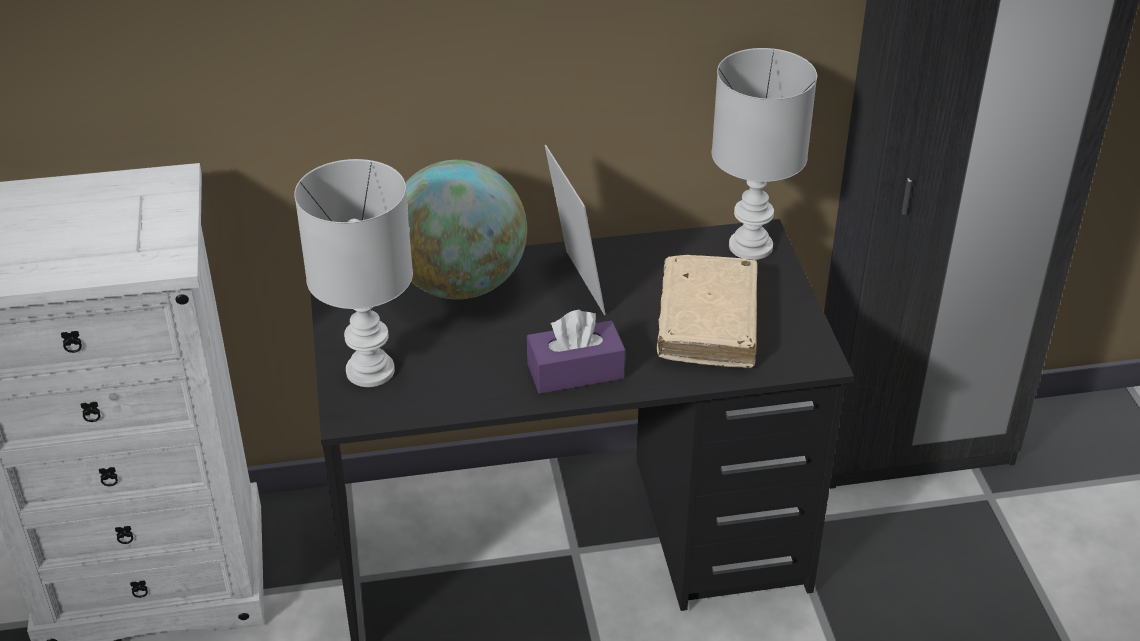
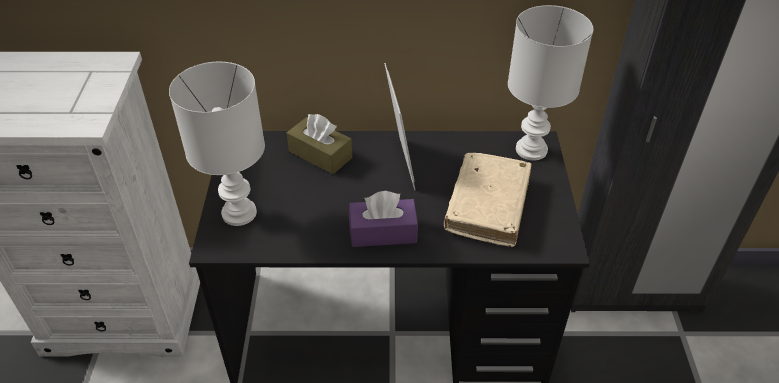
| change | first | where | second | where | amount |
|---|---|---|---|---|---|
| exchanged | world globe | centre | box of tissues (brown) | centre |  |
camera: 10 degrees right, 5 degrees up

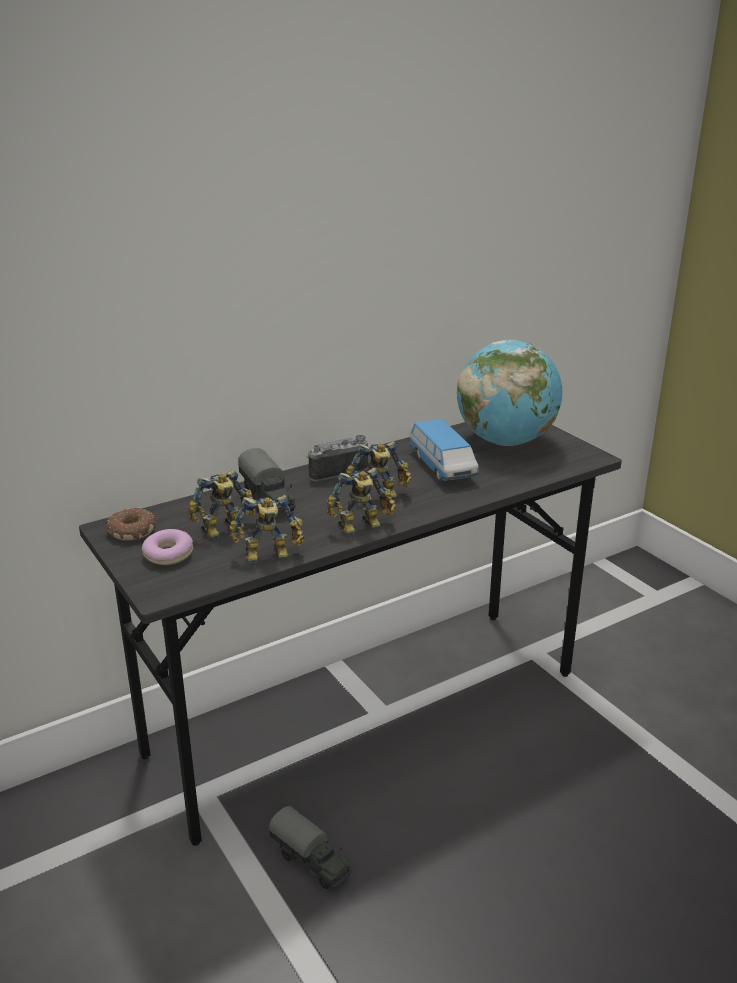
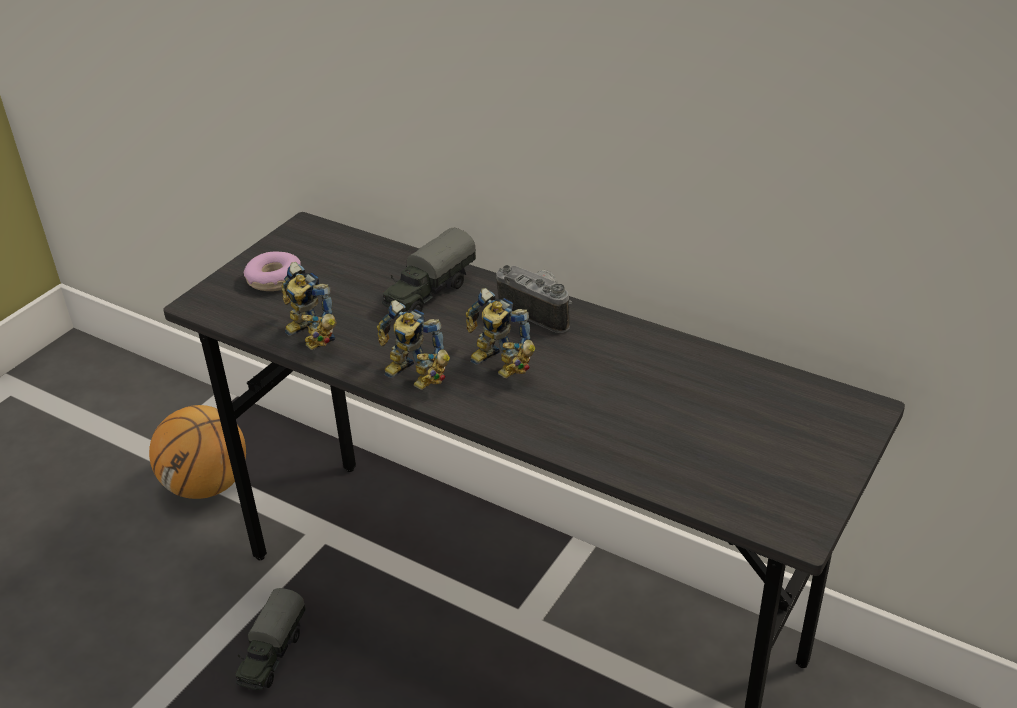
| change | first | where | second | where | amount |
|---|---|---|---|---|---|
| missing | ring doughnut (no. 1 from left) | middle left |  |  |  |
| missing | toy robot (no. 1 from left) | middle left |  |  |  |
| missing | toy car | centre |  |  |  |
| missing | world globe | middle right |  |  |  |
| appeared |  |  | basketball | middle left |  |
camera: 65 degrees right, 10 degrees up

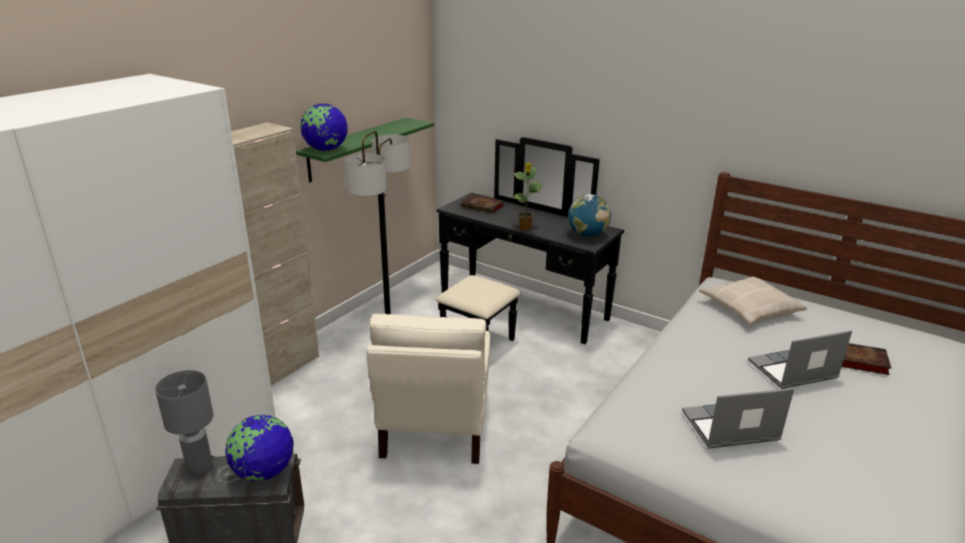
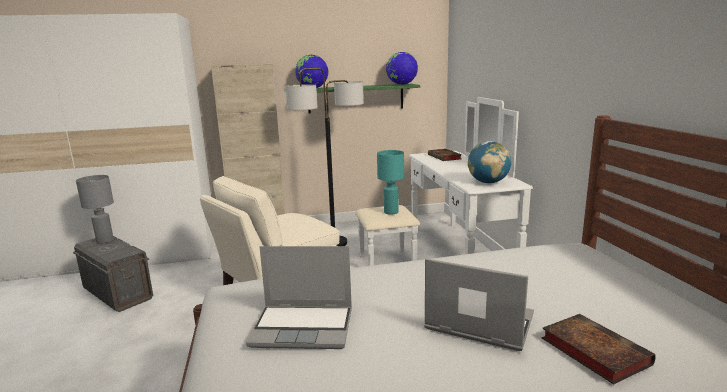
| change | first | where | second | where | amount |
|---|---|---|---|---|---|
| missing | houseplant | centre |  |  |  |
| missing | cushion (sand-coloured) | middle right |  |  |  |
| appeared |  |  | table lamp (blue-green) | centre |  |
| relocated | world globe (no. 1 from left in the first image) | bottom left | world globe (no. 2 from left) | top centre |  |
| colour | chest of drawers (black-coloured) | centre | chest of drawers (whitish) | centre |  |
| spun | portable computer (no. 1 from left) | bottom right |  | bottom centre | 150 degrees clockwise |
camera: 45 degrees right, 10 degrees down

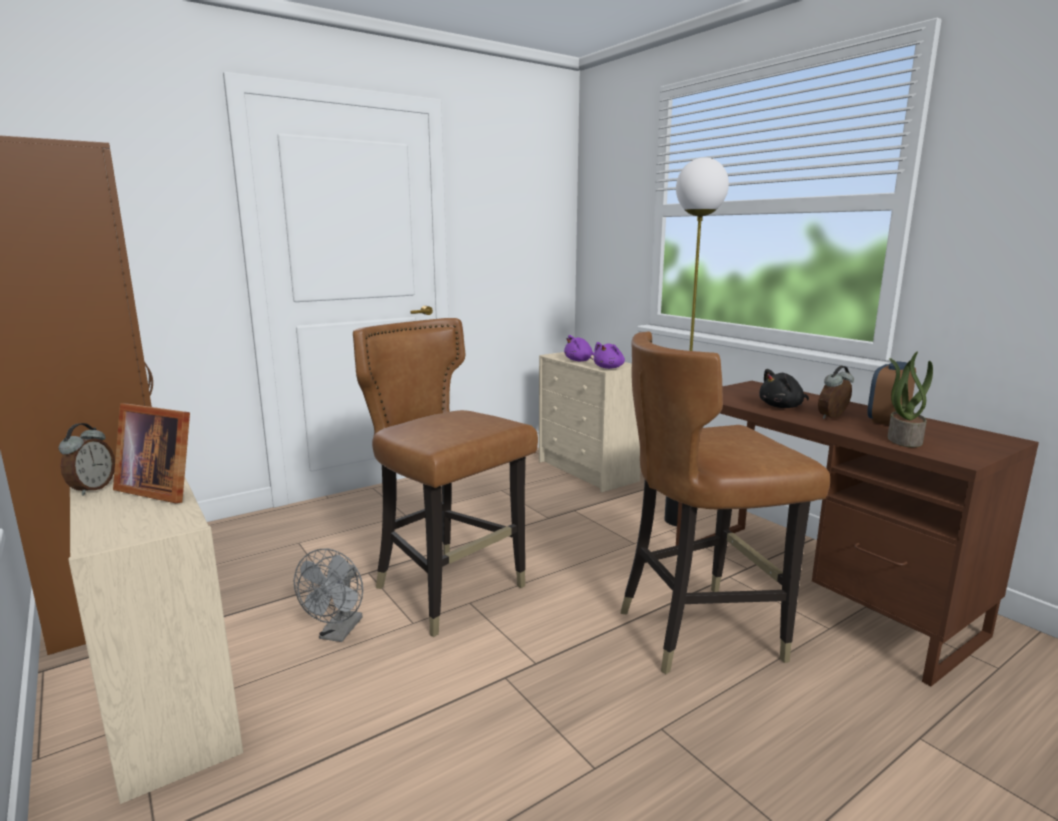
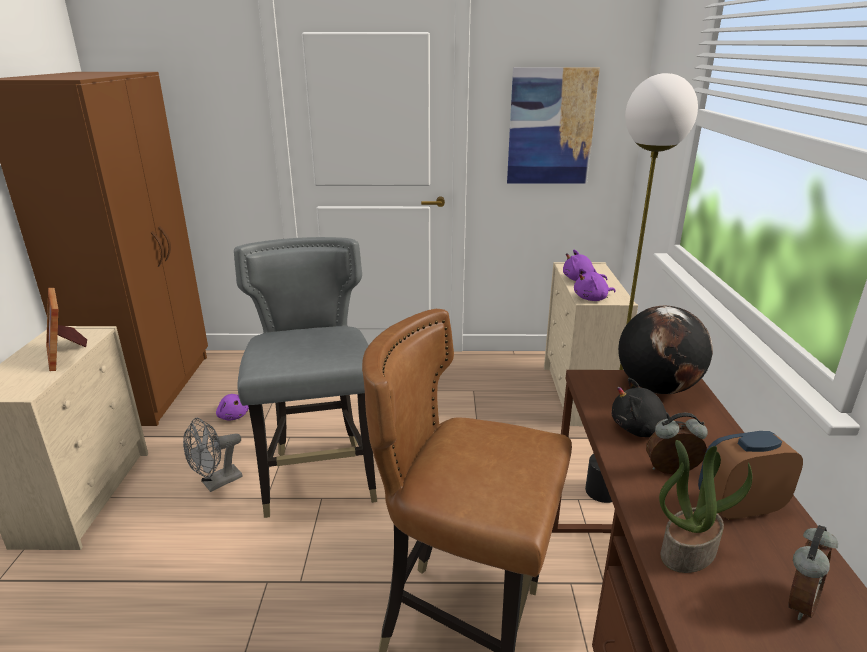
| change | first | where | second | where | amount |
|---|---|---|---|---|---|
| appeared |  |  | plush toy (purplish) (no. 1 from left) | middle left |  |
| appeared |  |  | wall art | top centre |  |
| appeared |  |  | world globe | middle right |  |
| relocated | bedside clock (no. 1 from left in the first image) | middle left | bedside clock (no. 3 from left) | bottom right |  |
| colour | upright chair (brown) (no. 1 from left) | centre | upright chair (greyish) | centre |  |
camera: 35 degrees right, 10 degrees up

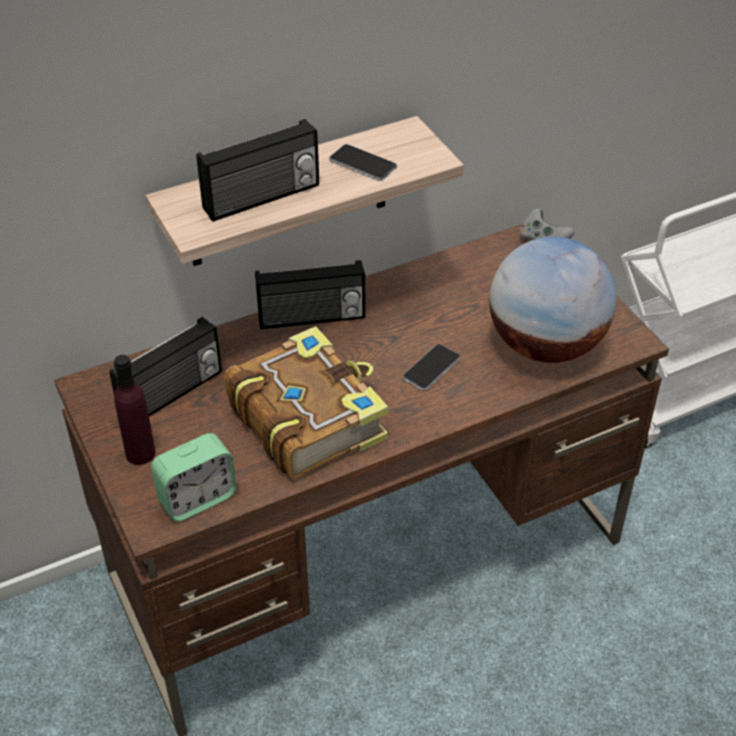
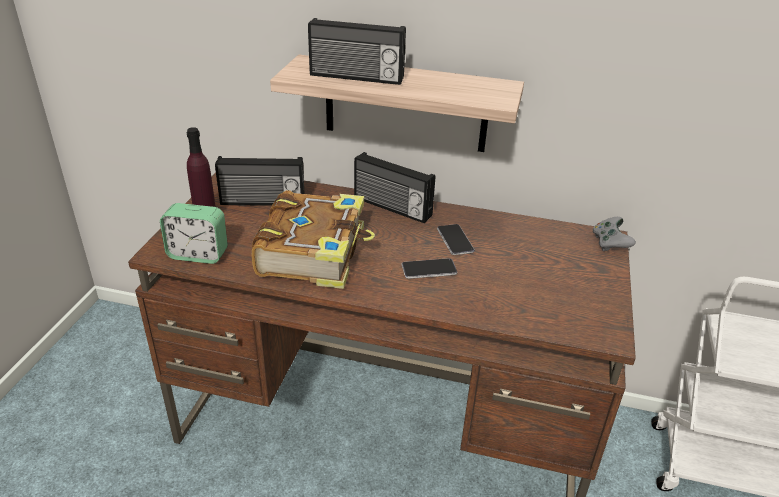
| change | first | where | second | where | amount |
|---|---|---|---|---|---|
| missing | world globe | middle right |  |  |  |
| relocated | handset (no. 1 from left in the first image) | top centre | handset (no. 2 from left) | centre |  |
camera: 40 degrees right, 10 degrees down

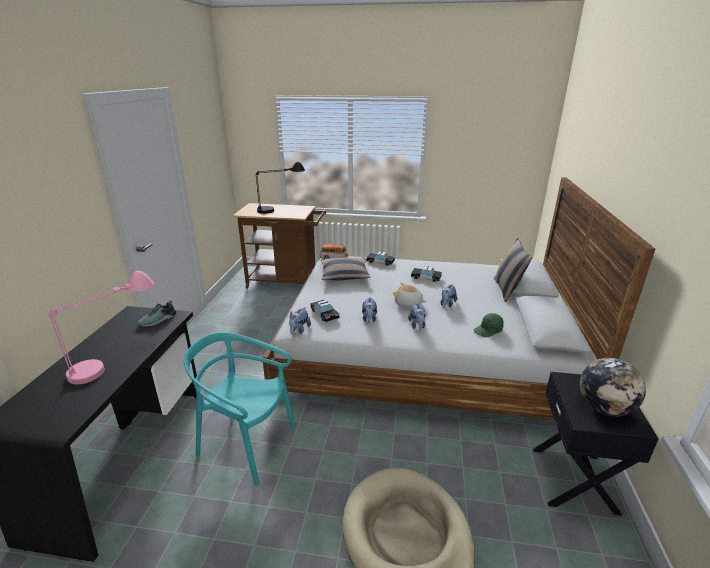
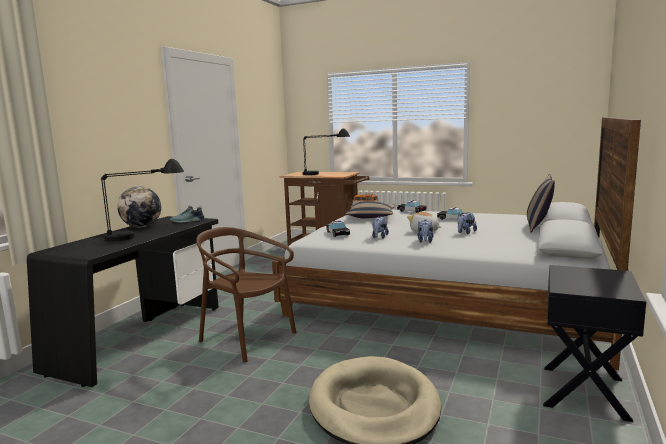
| change | first | where | second | where | amount |
|---|---|---|---|---|---|
| missing | plush toy (no. 1 from left) | centre |  |  |  |
| missing | cap (green-coloured) | middle right |  |  |  |
| relocated | world globe | bottom right |  | middle left |  |
| colour | table lamp (pink) | middle left | table lamp (black-coloured) (no. 1 from left) | middle left |  |
| colour | upright chair (blue-green) | bottom centre | upright chair (brown) | centre |  |
camera: 15 degrees right, 15 degrees down

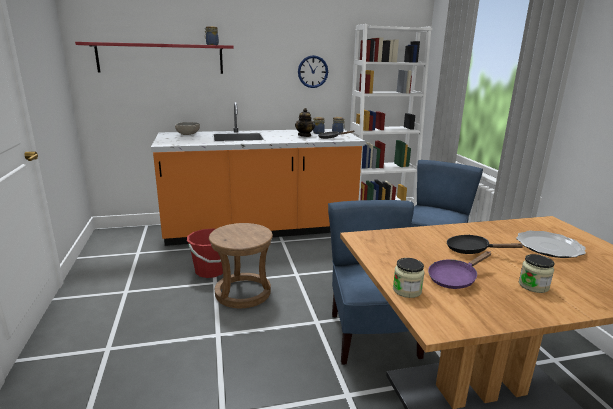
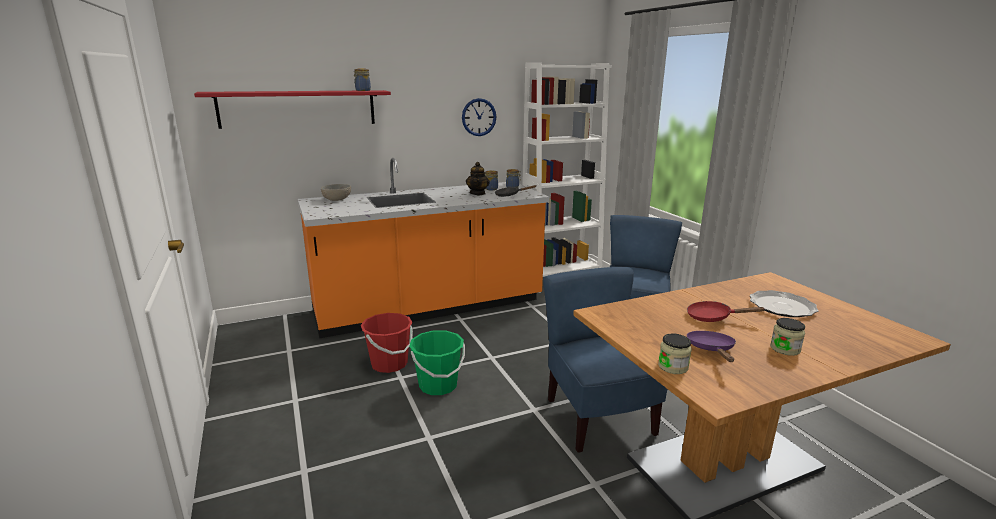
| change | first | where | second | where | amount |
|---|---|---|---|---|---|
| exchanged | stool (brown) | centre | water bucket (green-coloured) | bottom centre |  |
| colour | skillet (black-coloured) (no. 2 from left) | middle right | skillet (red-coloured) | middle right |  |
| spun | skillet (purplish) | middle right |  | bottom right | 135 degrees clockwise |
camera: 10 degrees left, 0 degrees up

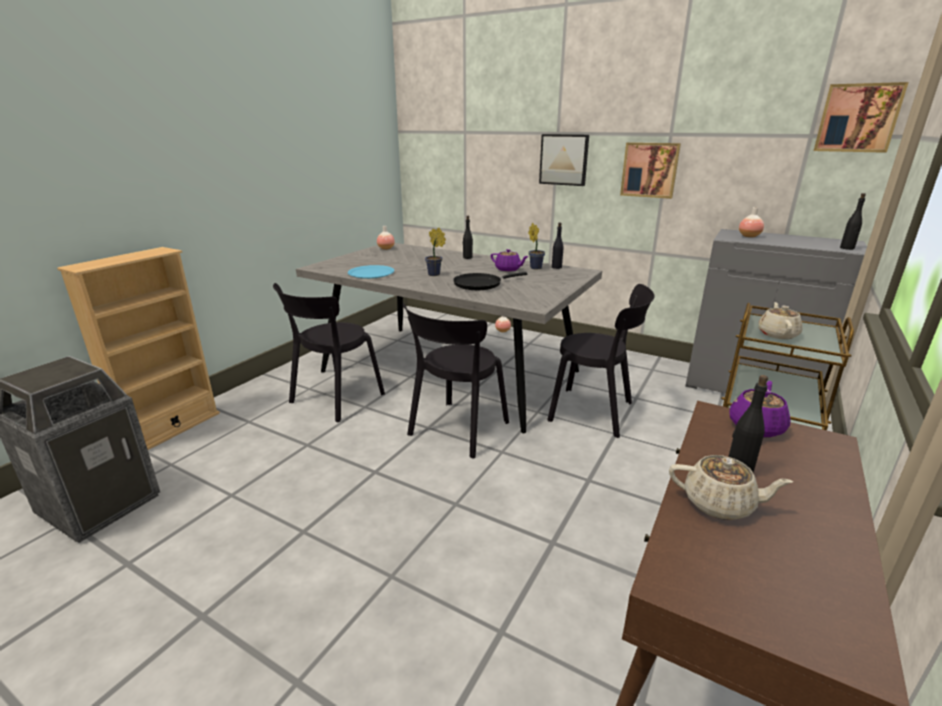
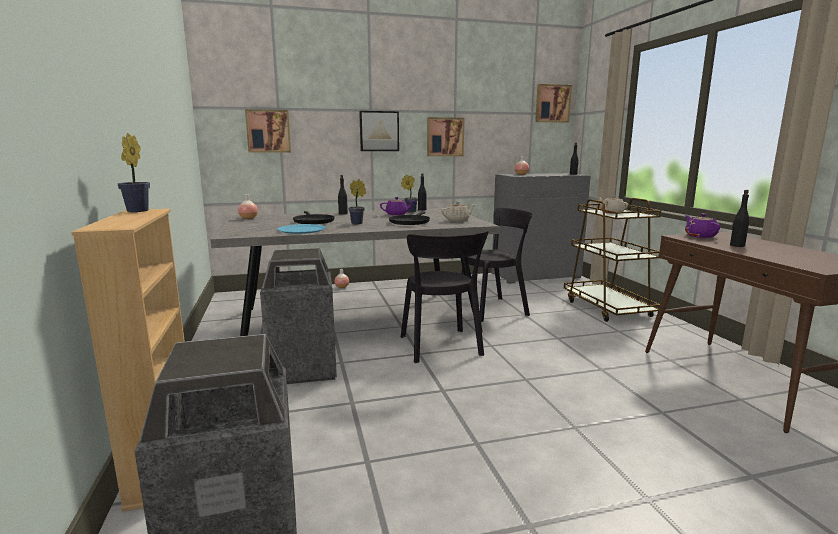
| change | first | where | second | where | amount |
|---|---|---|---|---|---|
| appeared |  |  | houseplant (no. 1 from left) | top left |  |
| appeared |  |  | wall art (no. 1 from left) | top left |  |
| appeared |  |  | skillet (black-coloured) (no. 1 from left) | centre |  |
| relocated | tea pot (sand-coloured) (no. 1 from left) | bottom right |  | centre |  |
| exchanged | upright chair (black-coloured) (no. 1 from left) | centre | waste bin (no. 2 from left) | centre |  |
camera: 45 degrees left, 10 degrees down

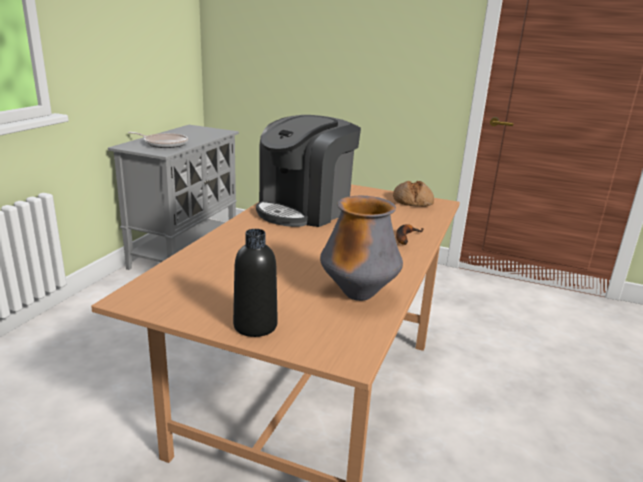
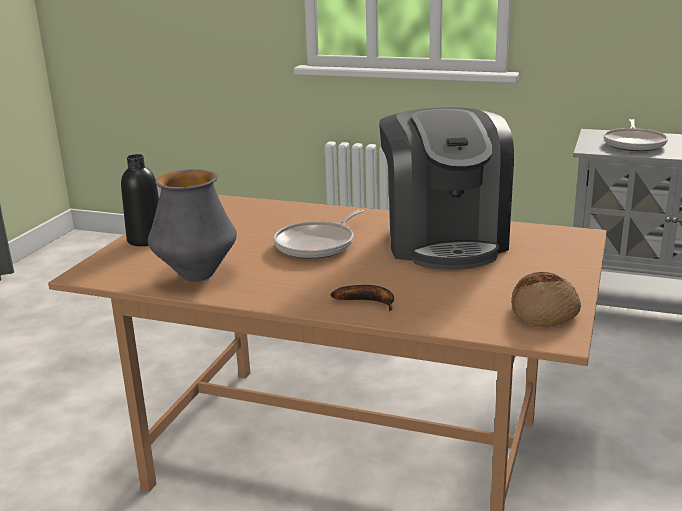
| change | first | where | second | where | amount |
|---|---|---|---|---|---|
| appeared |  |  | skillet (no. 1 from left) | centre |  |
| spun | coffee maker | centre |  | centre | 135 degrees counterclockwise |
camera: 90 degrees right, 0 degrees up

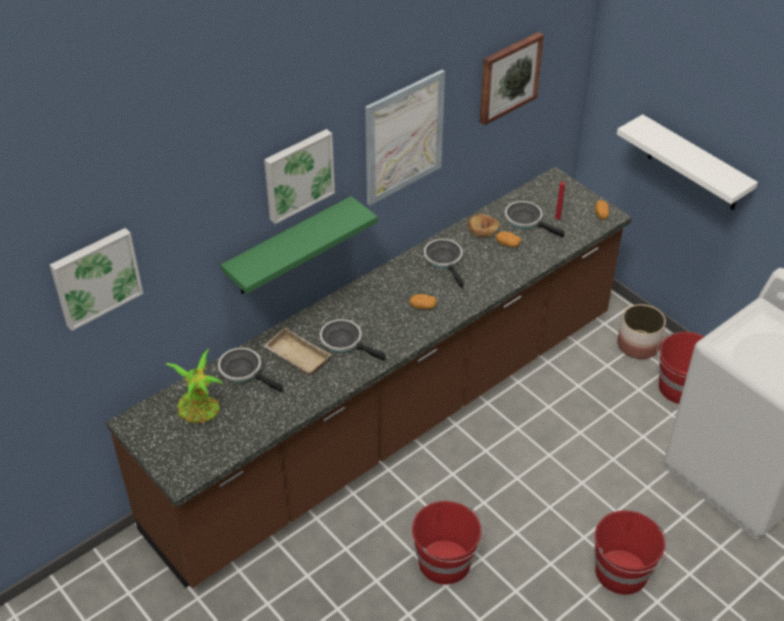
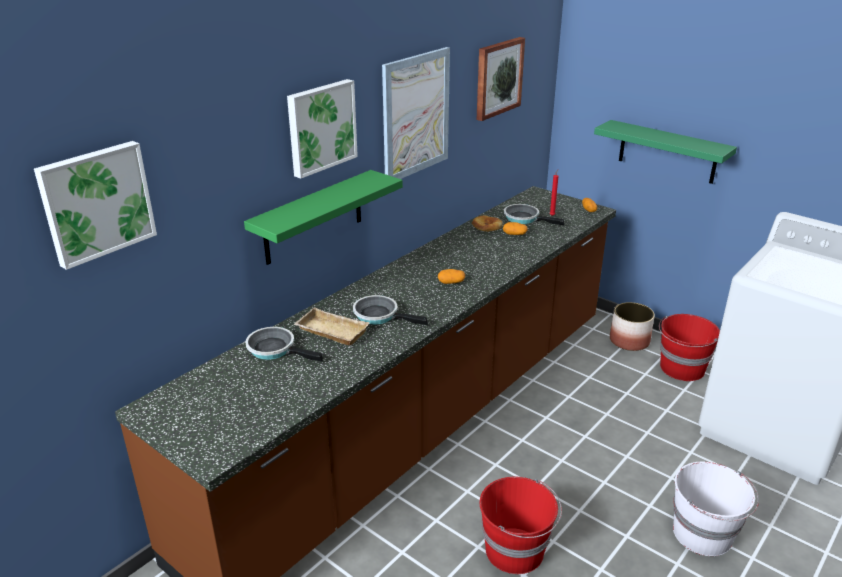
| change | first | where | second | where | amount |
|---|---|---|---|---|---|
| missing | houseplant | middle left |  |  |  |
| missing | skillet (no. 3 from left) | centre |  |  |  |
| colour | water bucket (red-coloured) (no. 2 from left) | bottom right | water bucket (whitish) | bottom right |  |
| colour | bracket shelf (whitish) | top right | bracket shelf (green-coloured) (no. 2 from left) | top right |  |
camera: 10 degrees left, 15 degrees down

